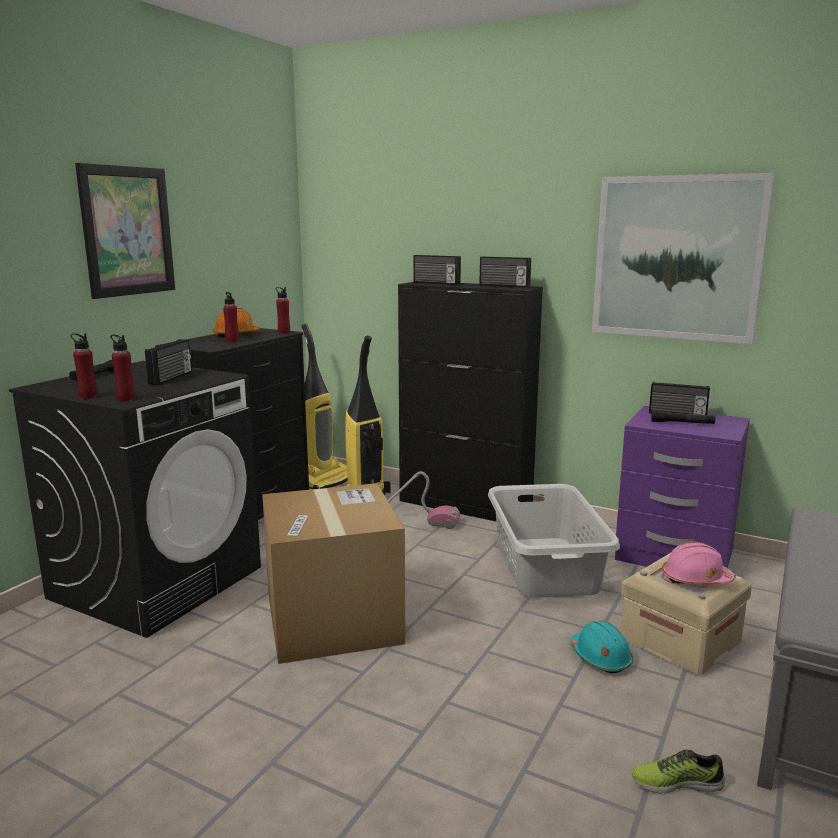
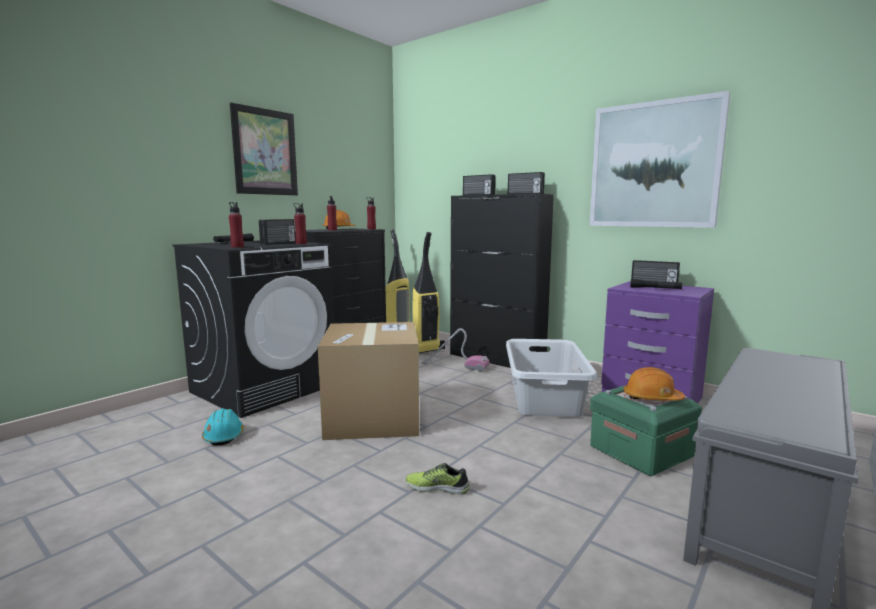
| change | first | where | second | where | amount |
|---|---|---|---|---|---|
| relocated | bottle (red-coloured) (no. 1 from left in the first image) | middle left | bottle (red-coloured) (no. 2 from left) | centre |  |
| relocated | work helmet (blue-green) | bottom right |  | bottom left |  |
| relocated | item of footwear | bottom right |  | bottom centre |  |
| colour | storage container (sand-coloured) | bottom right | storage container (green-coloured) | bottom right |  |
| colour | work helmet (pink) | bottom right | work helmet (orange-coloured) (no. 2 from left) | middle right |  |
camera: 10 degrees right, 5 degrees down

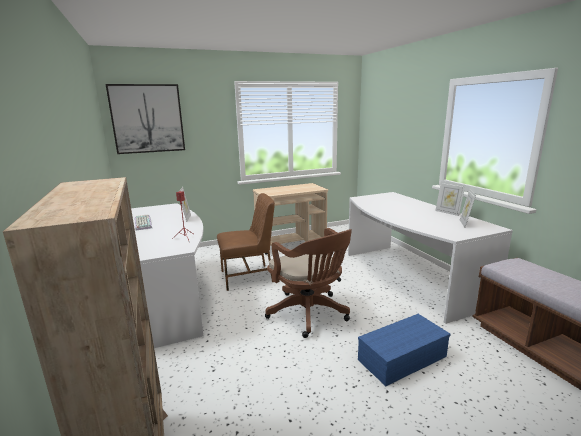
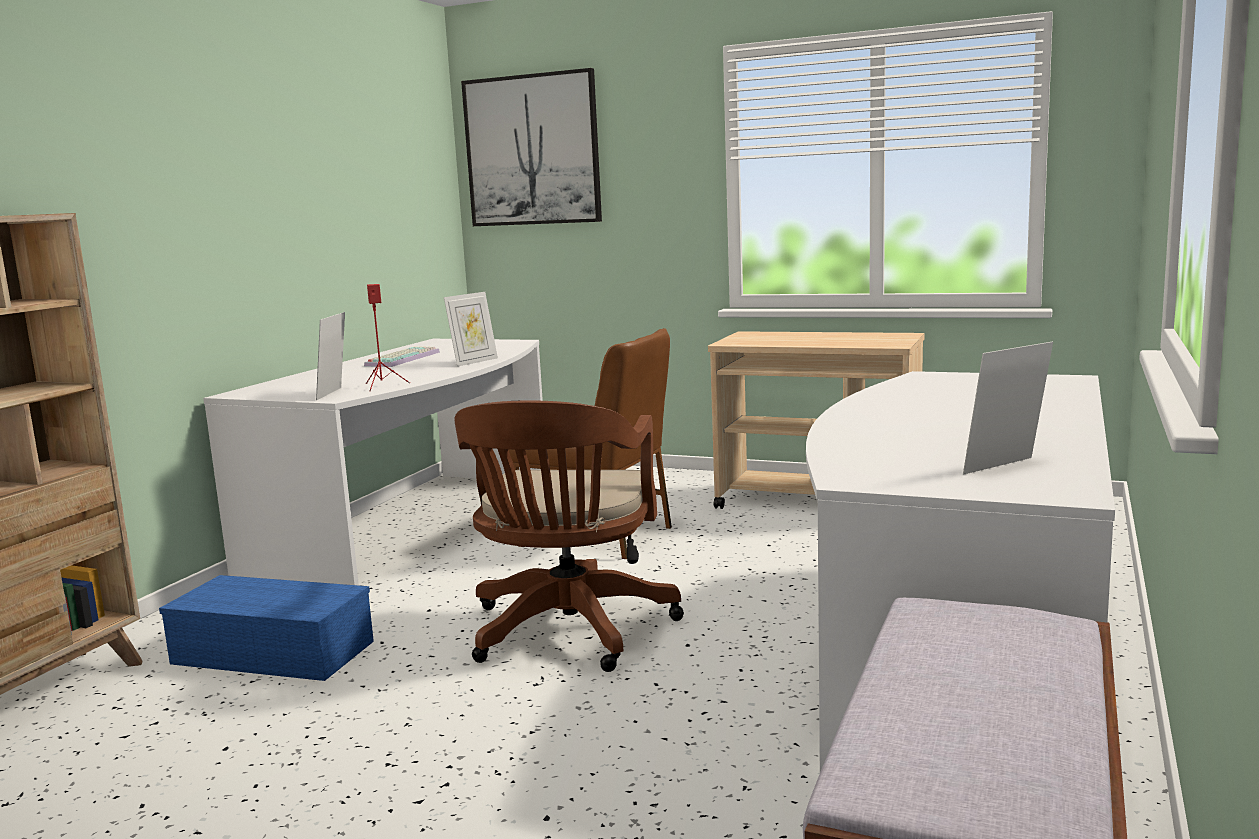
| change | first | where | second | where | amount |
|---|---|---|---|---|---|
| relocated | storage container (blue) | bottom right |  | bottom left |  |
| relocated | picture frame (no. 2 from left in the first image) | middle right | picture frame (no. 1 from left) | middle left |  |
camera: 45 degrees right, 5 degrees down

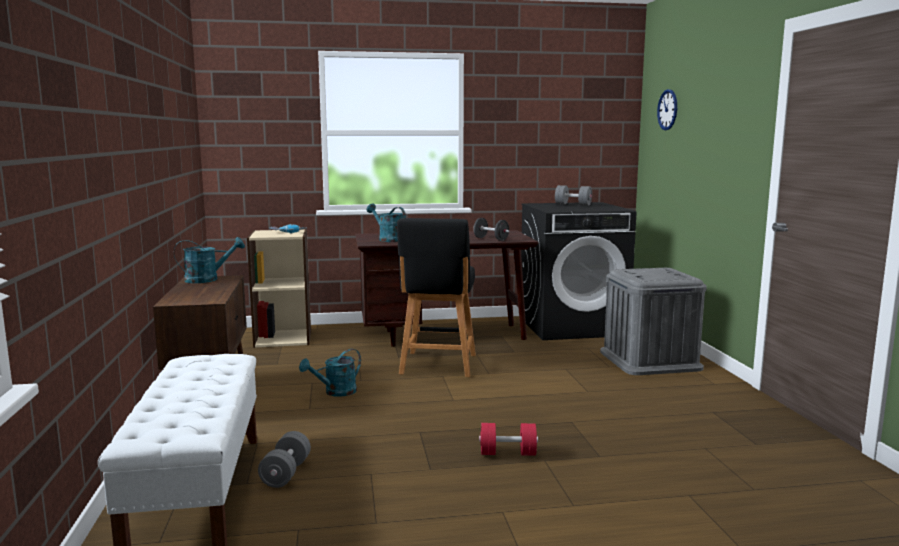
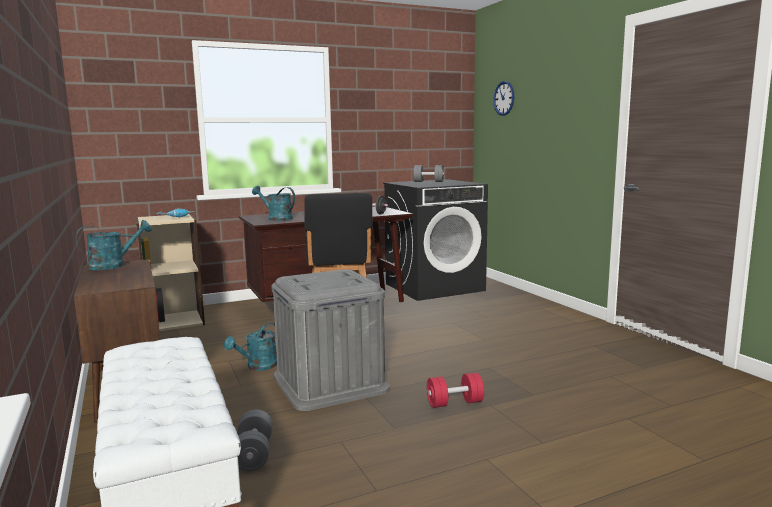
| change | first | where | second | where | amount |
|---|---|---|---|---|---|
| relocated | storage container (greyish) | middle right |  | bottom centre |  |
camera: 15 degrees left, 0 degrees up

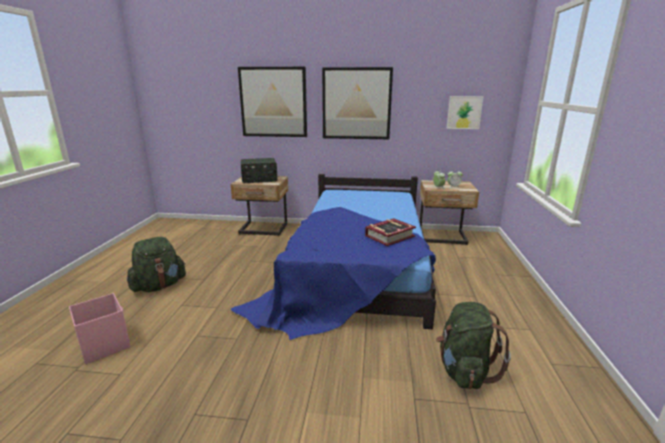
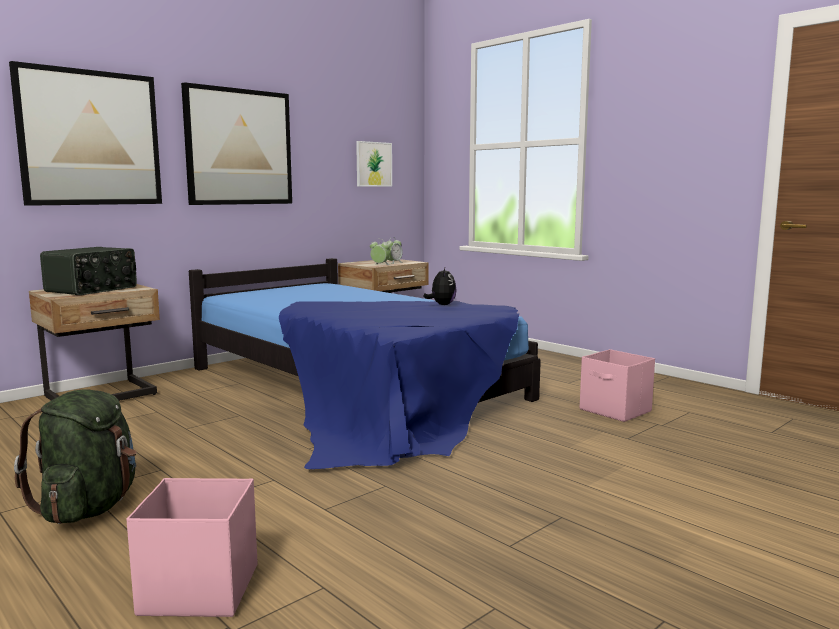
| change | first | where | second | where | amount |
|---|---|---|---|---|---|
| exchanged | volume | centre | plush toy | centre |  |
| exchanged | rucksack (green-coloured) (no. 2 from left) | bottom right | storage container (pink) (no. 2 from left) | middle right |  |
camera: 50 degrees left, 10 degrees down

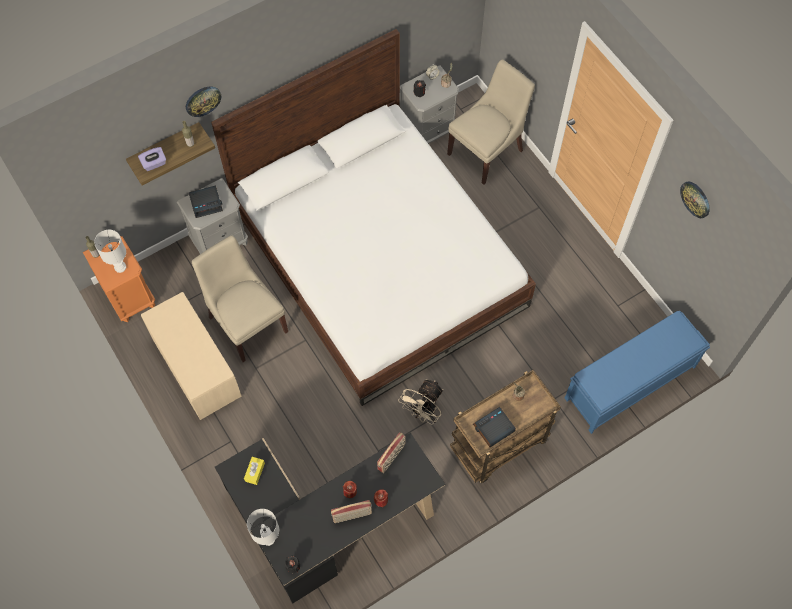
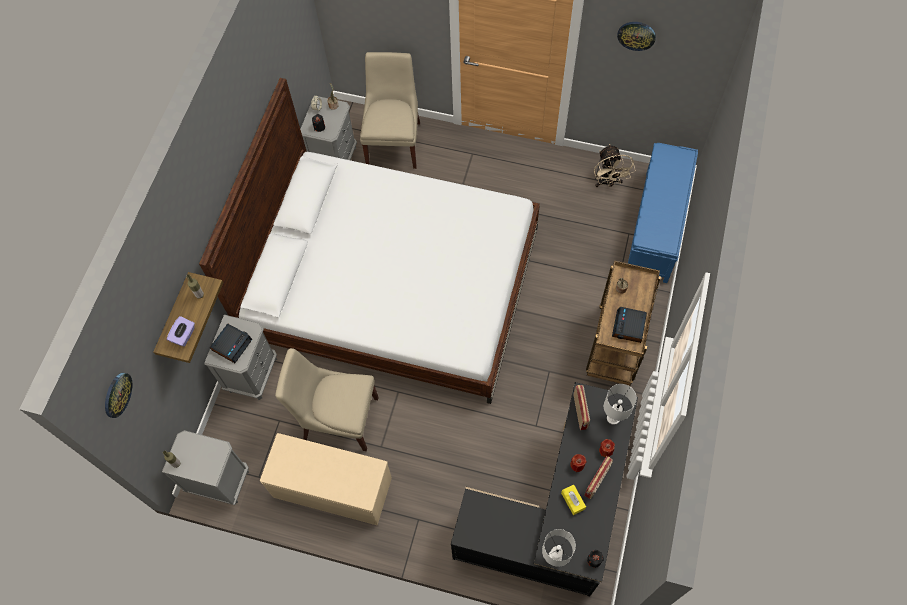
| change | first | where | second | where | amount |
|---|---|---|---|---|---|
| relocated | table lamp (whitish) (no. 1 from left in the first image) | middle left | table lamp (whitish) (no. 2 from left) | bottom right |  |
| relocated | hanging clock (no. 1 from left) | top left |  | middle left |  |
| relocated | box of tissues (yellow) | bottom left |  | bottom centre |  |
| relocated | electric fan (sand-coloured) | centre |  | top right |  |
| colour | nightstand (orange-coloured) | middle left | nightstand (greyish) (no. 1 from left) | bottom left |  |
camera: 40 degrees left, 0 degrees up

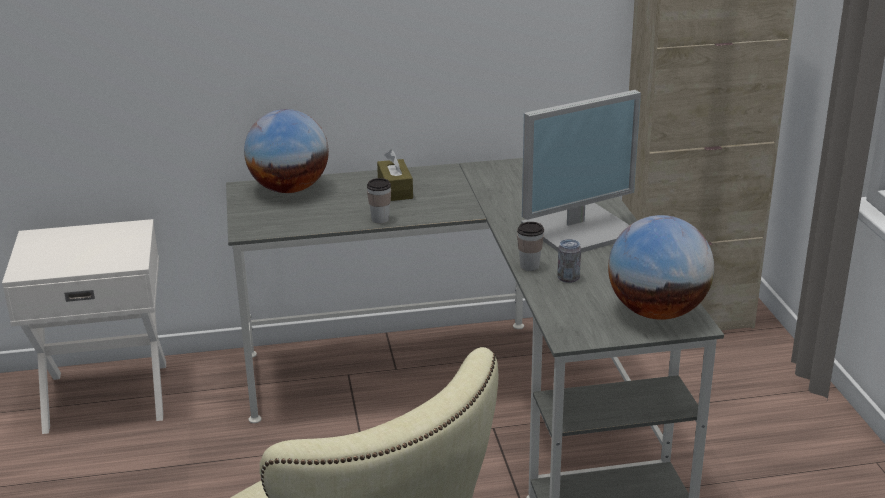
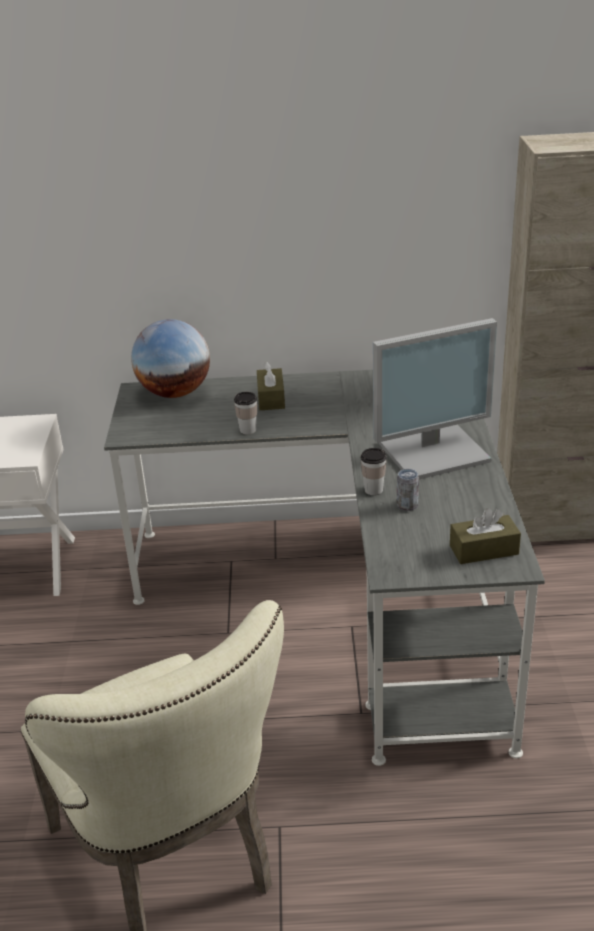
| change | first | where | second | where | amount |
|---|---|---|---|---|---|
| exchanged | world globe (no. 2 from left) | middle right | box of tissues (brown) (no. 2 from left) | middle right |  |
camera: 10 degrees right, 5 degrees up

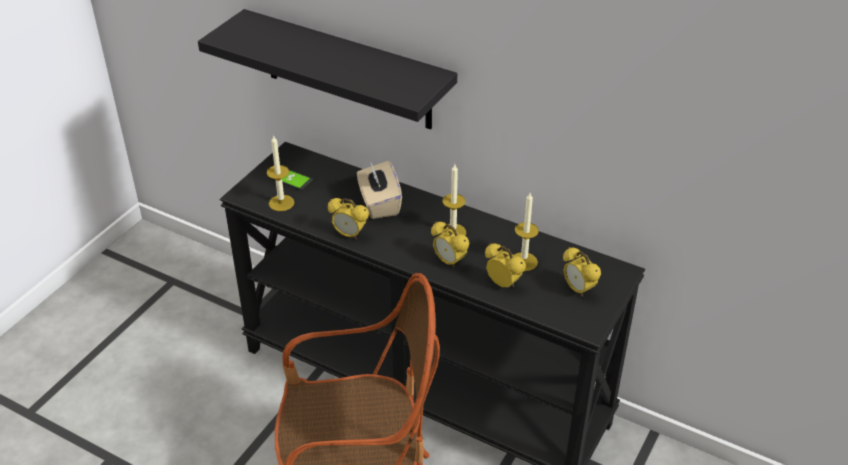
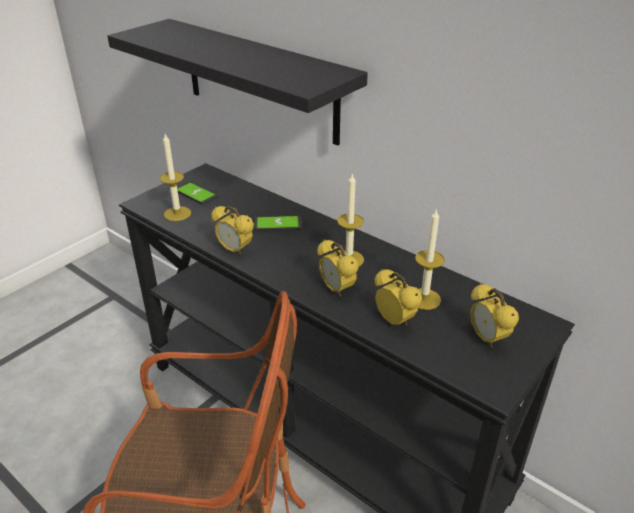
| change | first | where | second | where | amount |
|---|---|---|---|---|---|
| exchanged | box of tissues (sand-coloured) | centre | handset (no. 2 from left) | centre |  |
camera: 10 degrees right, 5 degrees down

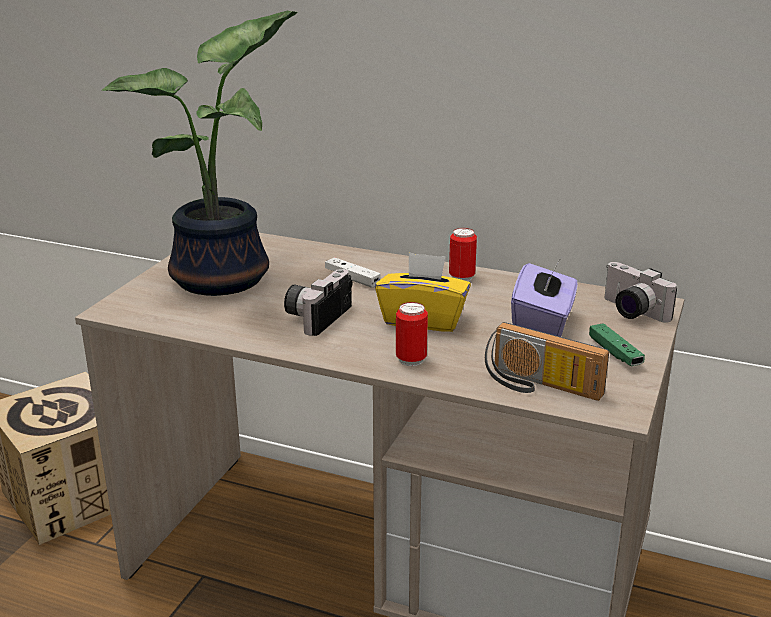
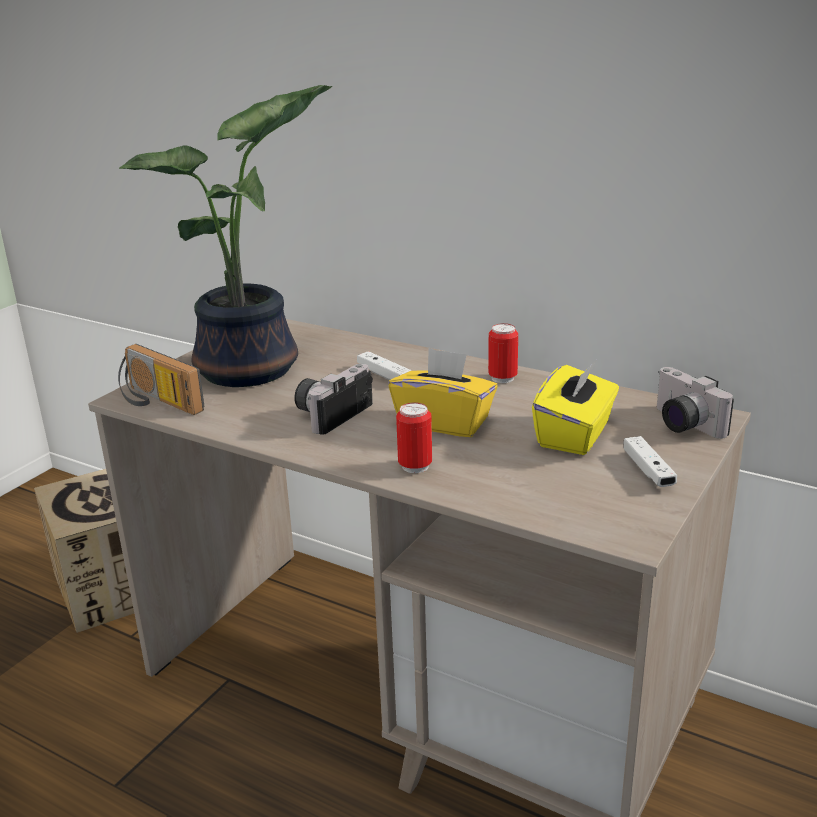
| change | first | where | second | where | amount |
|---|---|---|---|---|---|
| relocated | radio set | middle right |  | middle left |  |
| colour | box of tissues (purplish) | middle right | box of tissues (yellow) (no. 2 from left) | middle right |  |
| colour | game controller (green-coloured) | middle right | game controller (whitish) (no. 2 from left) | middle right |  |
camera: 10 degrees right, 0 degrees up

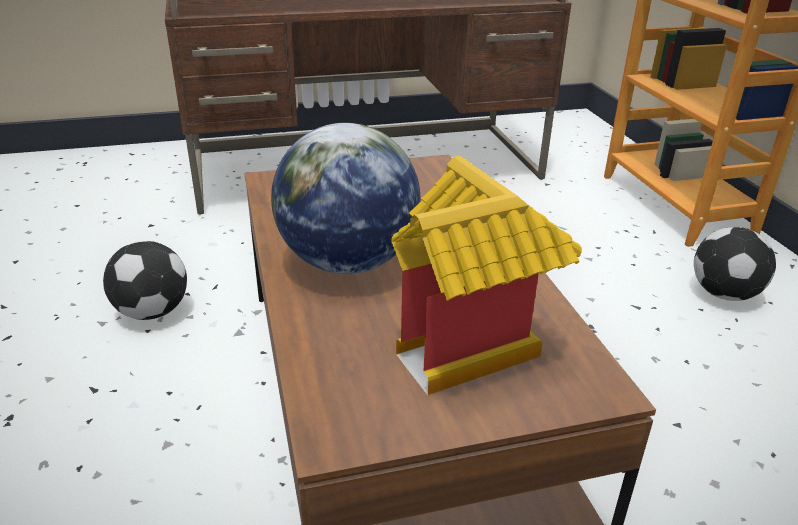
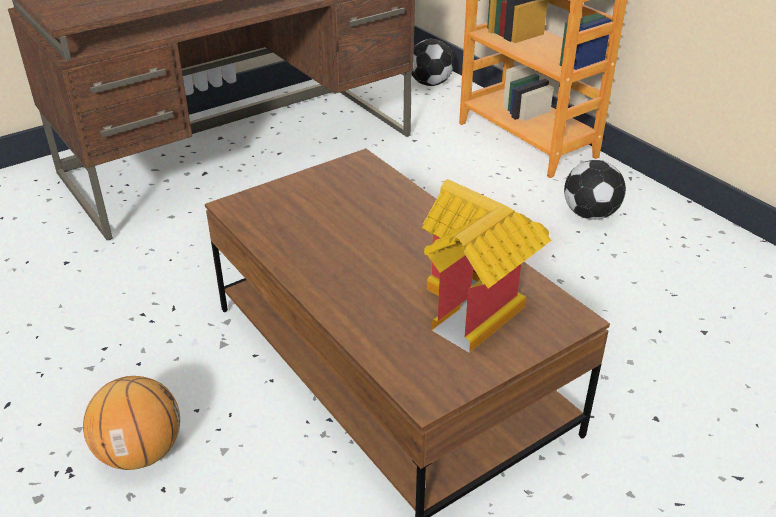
| change | first | where | second | where | amount |
|---|---|---|---|---|---|
| missing | world globe | centre |  |  |  |
| appeared |  |  | basketball | bottom left |  |
| relocated | football ball (no. 1 from left) | middle left |  | top centre |  |
camera: 20 degrees left, 5 degrees up

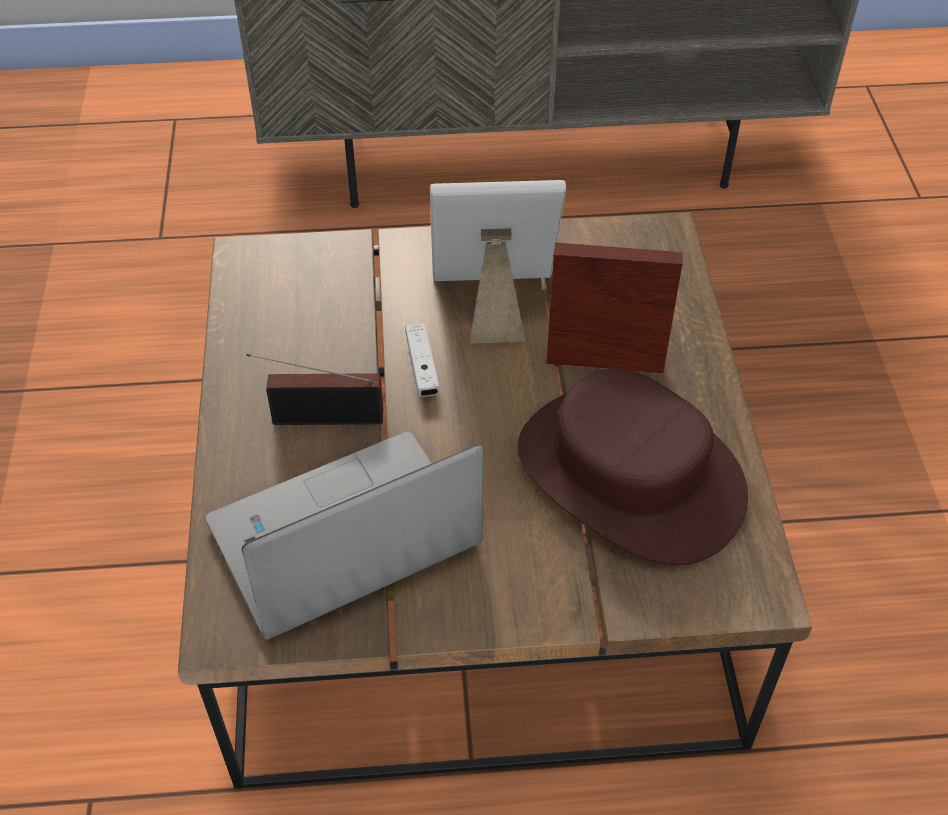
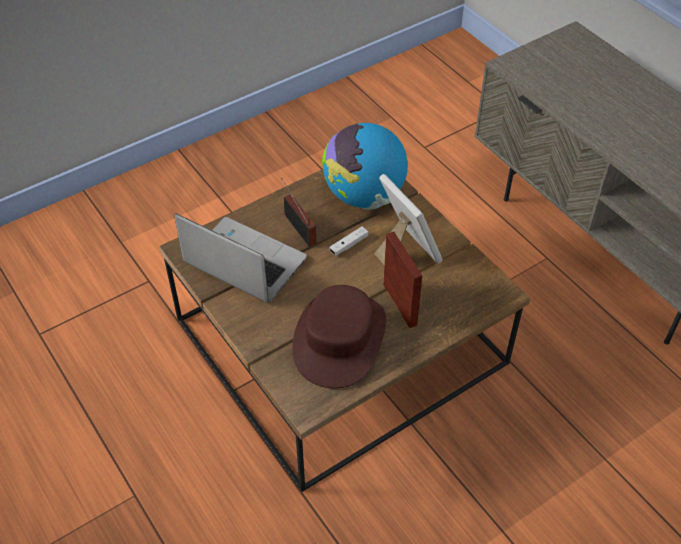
| change | first | where | second | where | amount |
|---|---|---|---|---|---|
| appeared |  |  | world globe | top centre |  |
camera: 60 degrees right, 0 degrees up

